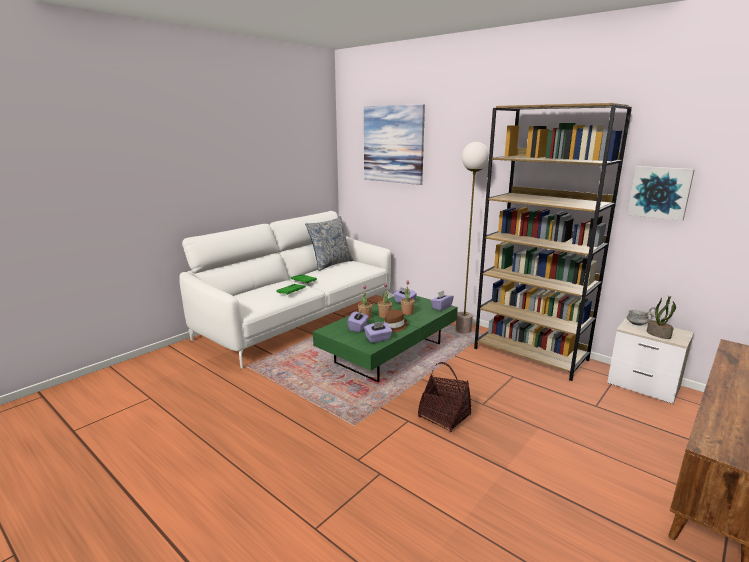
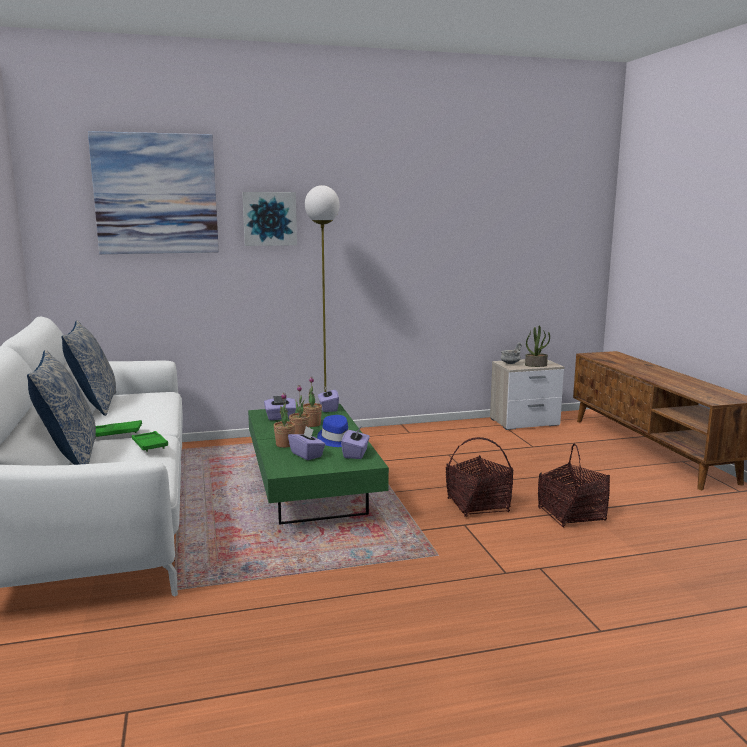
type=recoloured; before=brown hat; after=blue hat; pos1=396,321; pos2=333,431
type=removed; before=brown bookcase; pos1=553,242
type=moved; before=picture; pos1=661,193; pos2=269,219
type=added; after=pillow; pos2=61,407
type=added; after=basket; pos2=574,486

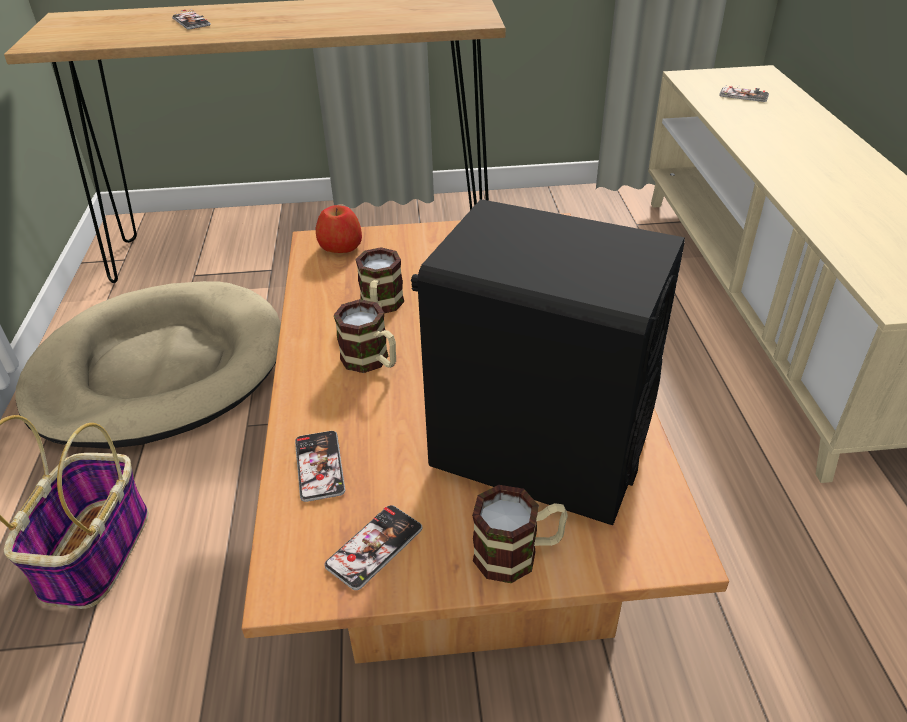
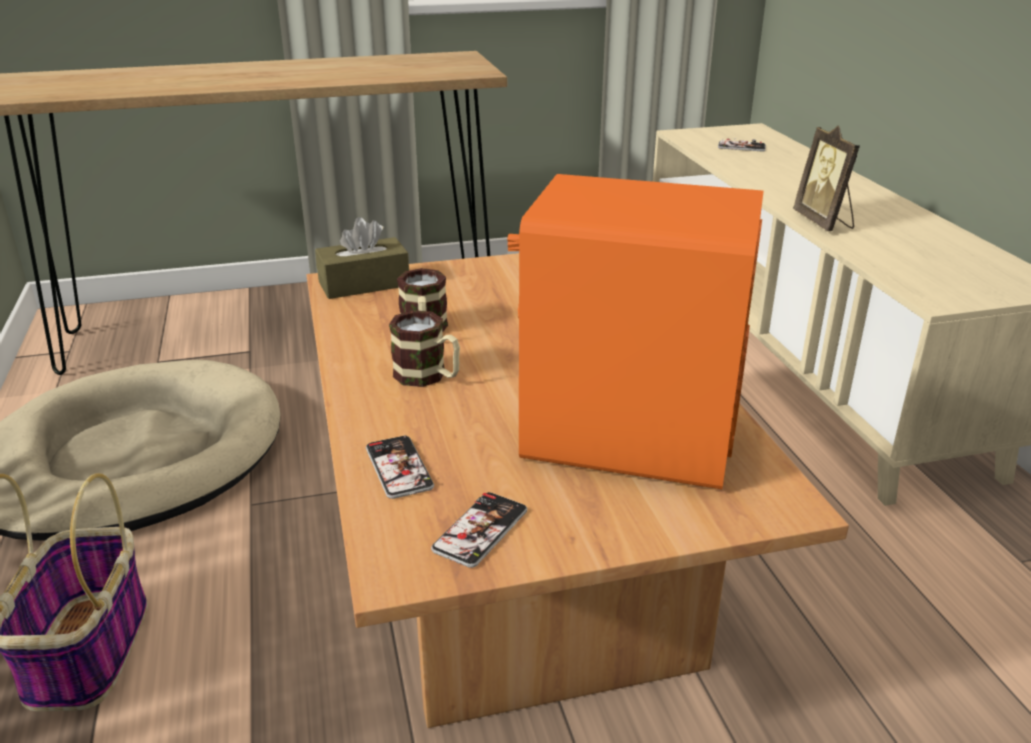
type=removed; before=phone; pos1=191,19
type=replaced; before=apple; after=brown tissue box; pos1=339,229; pos2=362,258
type=recoloured; before=black speaker; after=orange speaker; pos1=548,362; pos2=635,331
type=removed; before=mug; pos1=520,534
type=added; after=picture frame; pos2=826,178

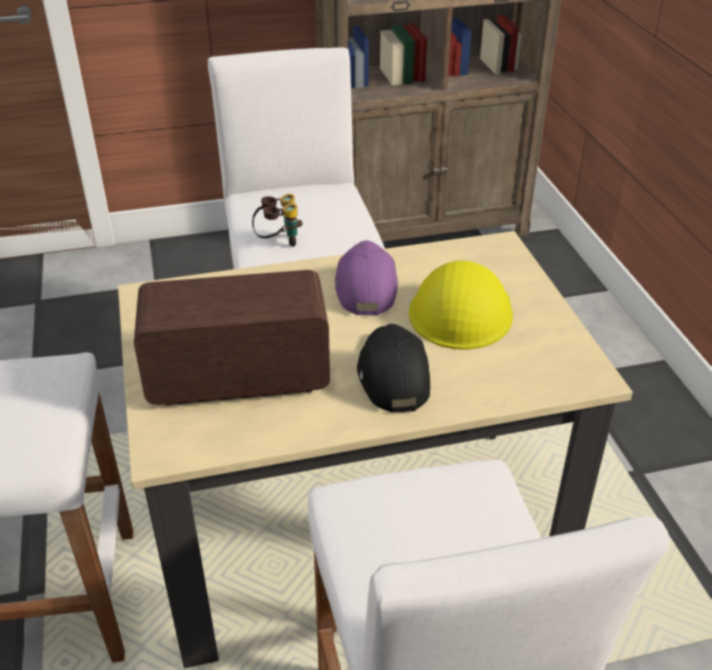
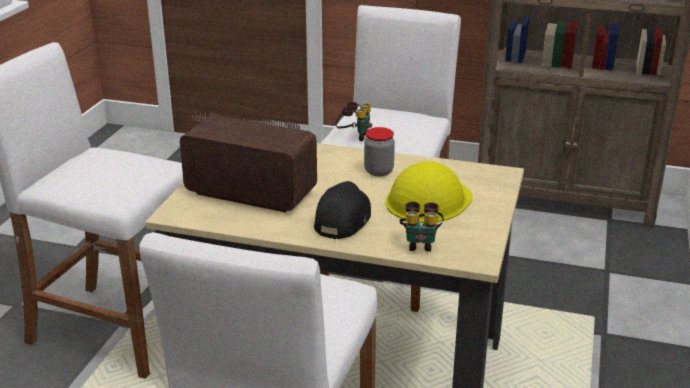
type=replaced; before=purple cap; after=jar; pos1=366,278; pos2=379,151
type=added; after=binoculars; pos2=422,227

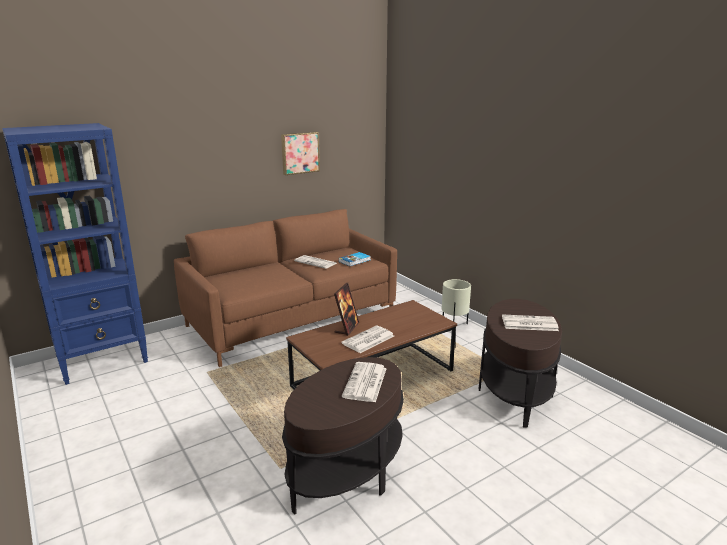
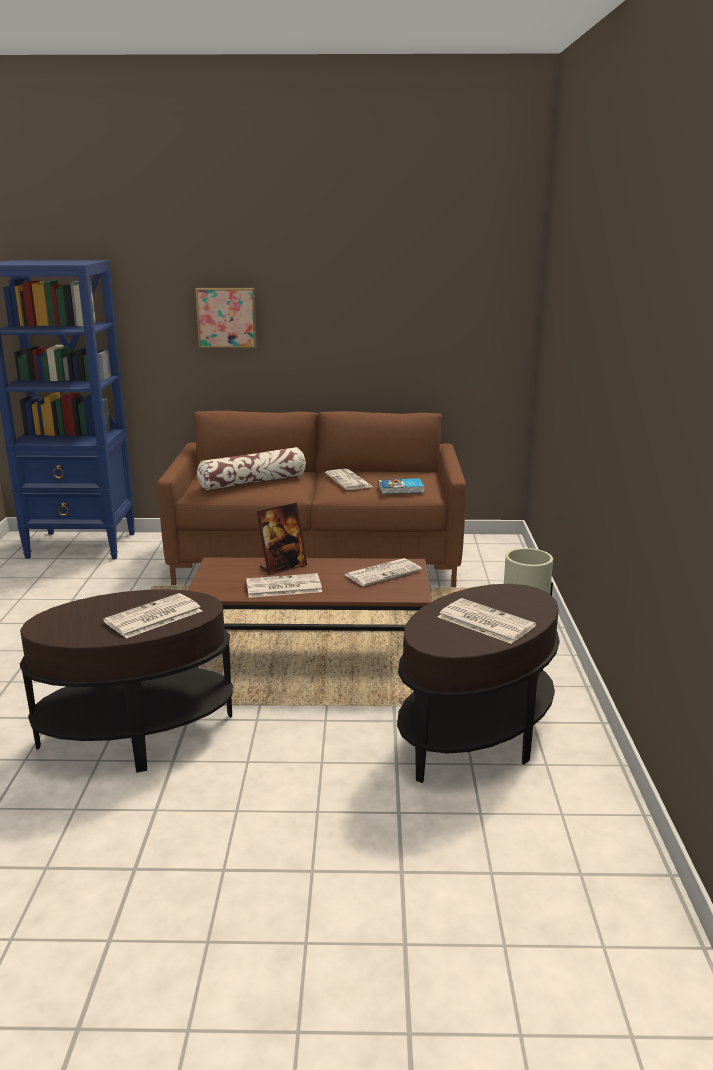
type=moved; before=picture; pos1=300,153; pos2=226,318
type=added; after=pillow; pos2=251,468
type=added; after=newspaper; pos2=383,572

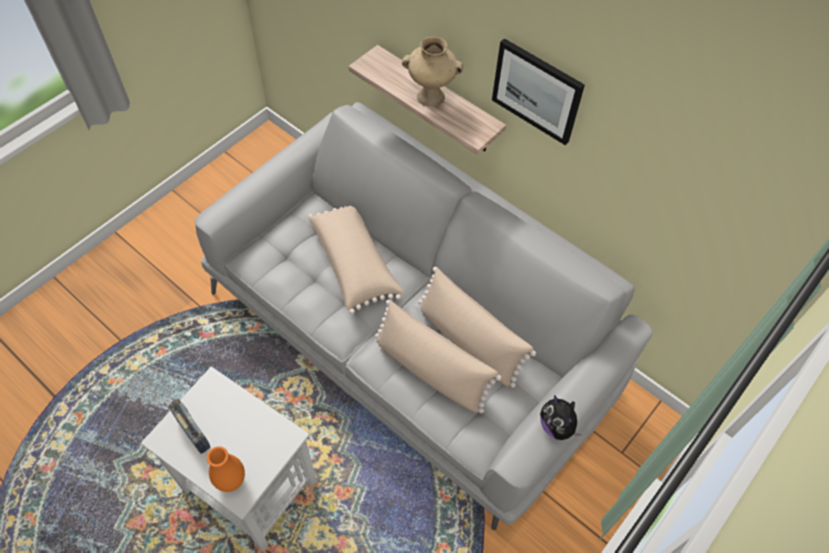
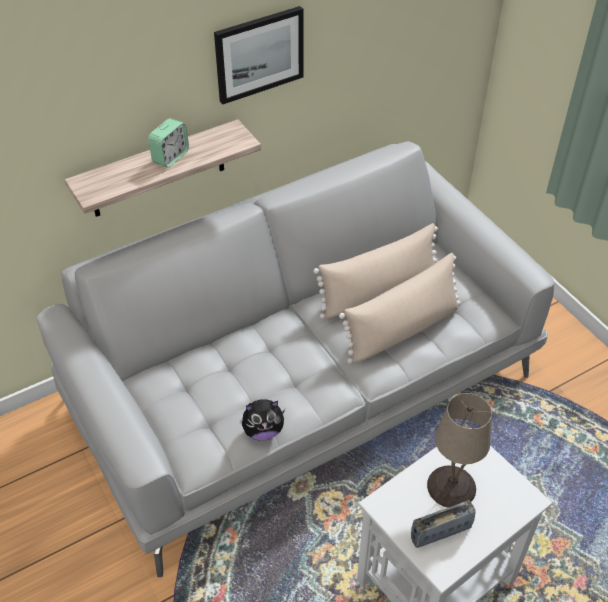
type=removed; before=orange vase; pos1=226,469
type=removed; before=beige pillow; pos1=356,260
type=replaced; before=beige vase; after=alarm clock; pos1=432,72; pos2=168,143
type=moved; before=plush toy; pos1=560,417; pos2=263,420
type=added; after=beige table lamp; pos2=459,450

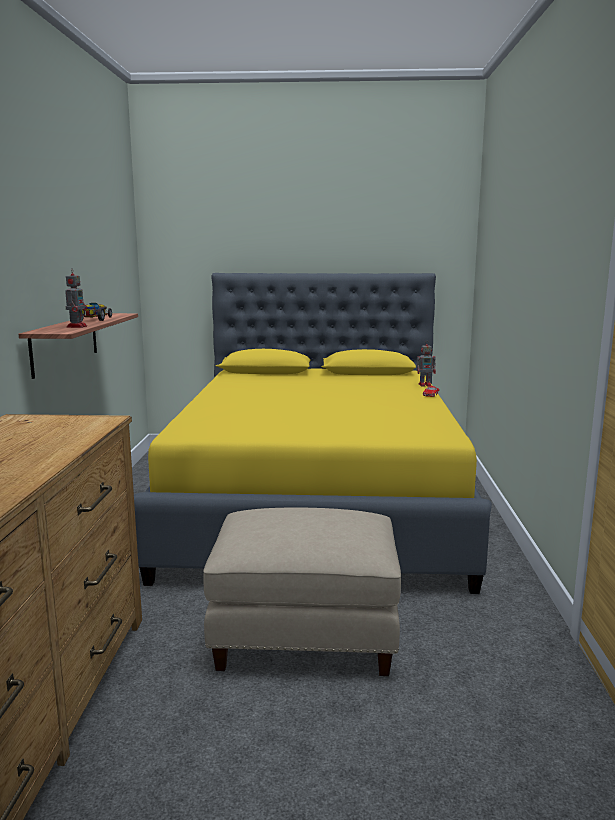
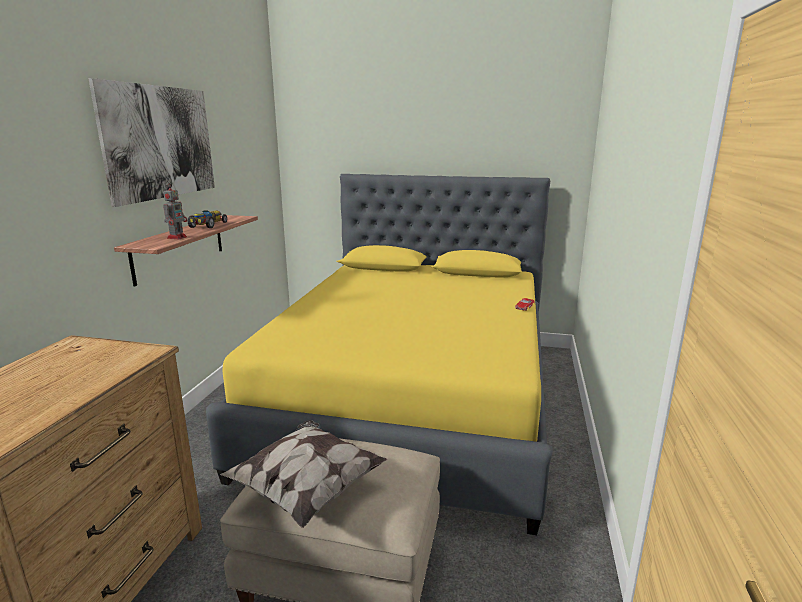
type=removed; before=toy robot; pos1=426,363
type=added; after=picture; pos2=152,142
type=added; after=pillow; pos2=303,474

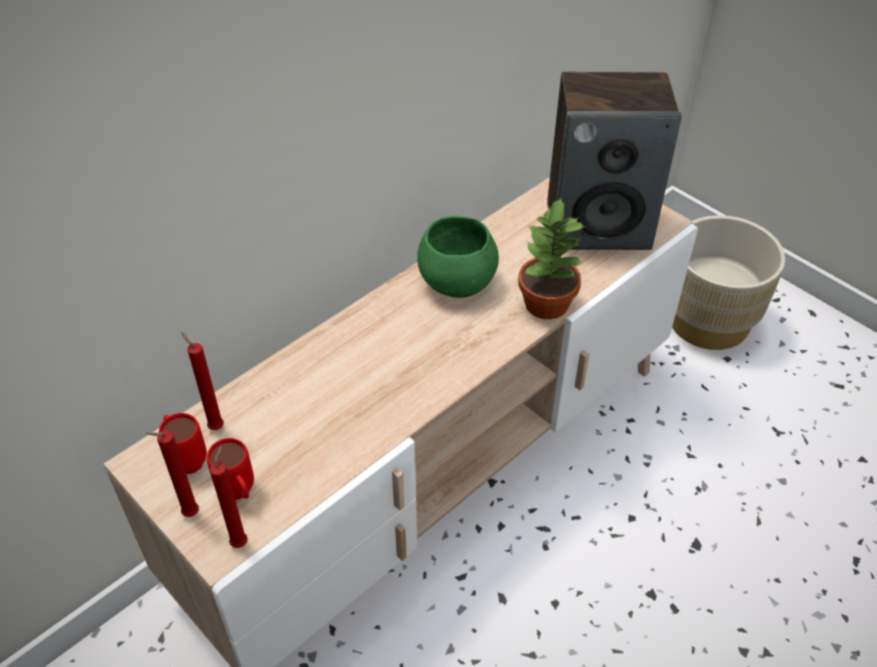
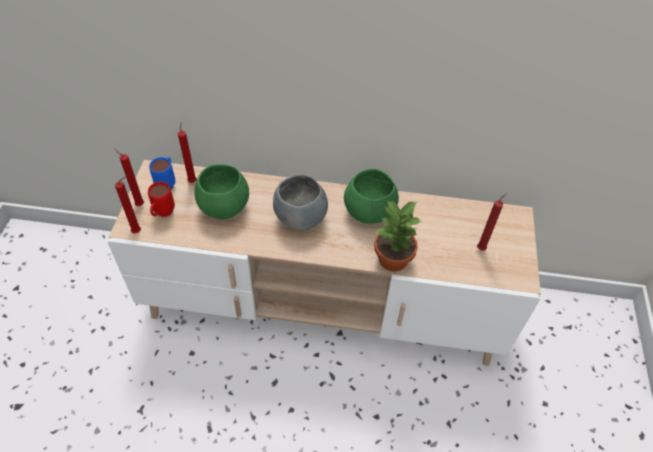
type=recoloured; before=red mug; after=blue mug; pos1=183,443; pos2=162,173
type=replaced; before=speaker; after=red candle; pos1=614,161; pos2=492,222
type=removed; before=beige planter; pos1=729,282
type=added; after=green bowl; pos2=222,191
type=added; after=grey bowl; pos2=300,202

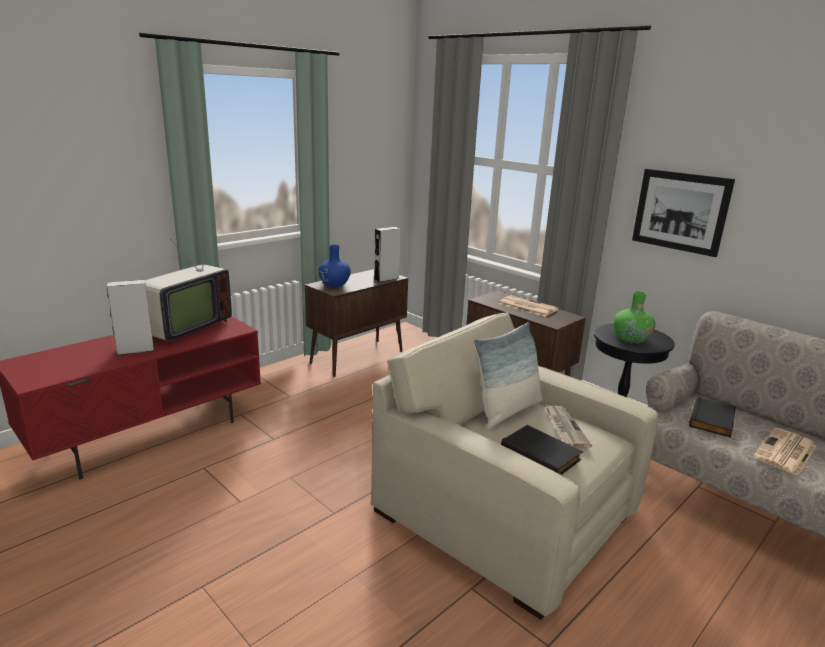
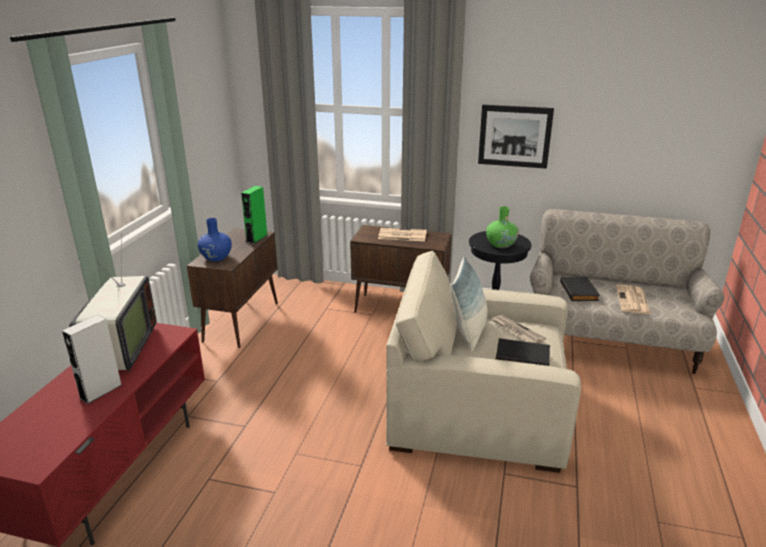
type=recoloured; before=grey speaker; after=green speaker; pos1=387,254; pos2=254,215

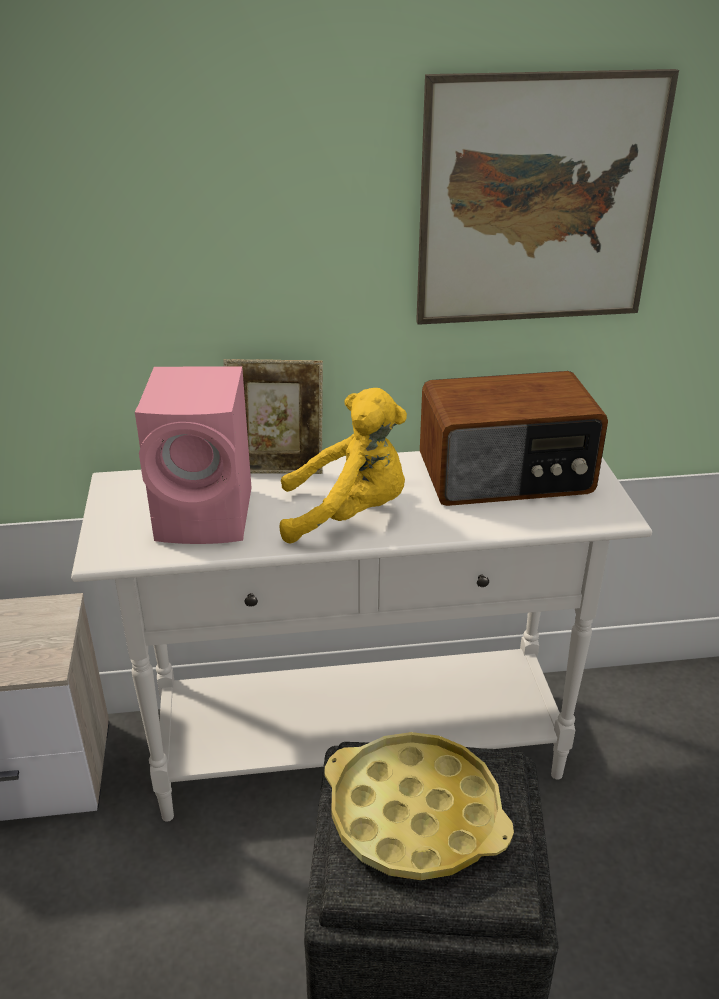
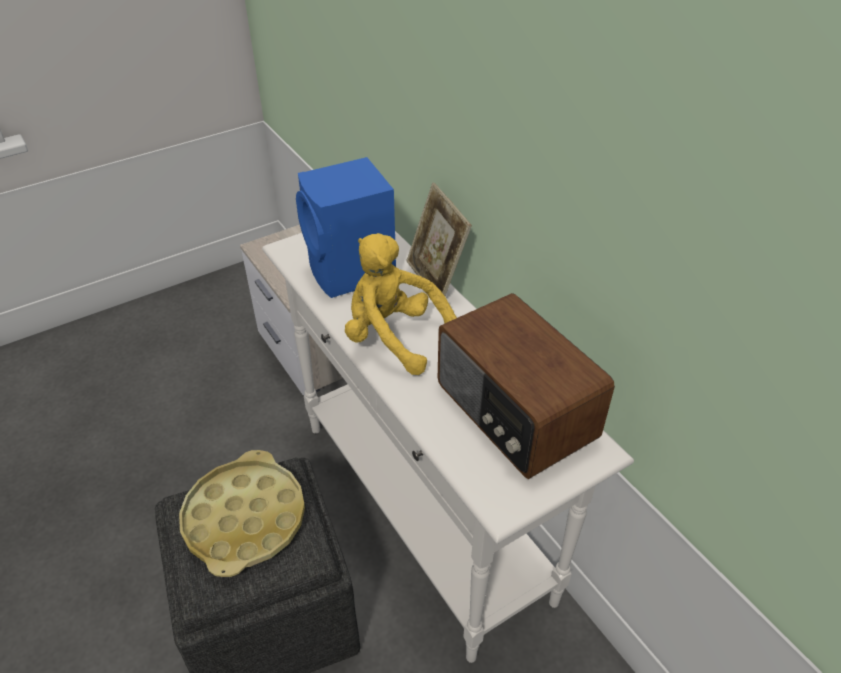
type=recoloured; before=pink speaker; after=blue speaker; pos1=193,455; pos2=346,227
type=turned; before=yellow plush toy; pos1=343,466; pos2=401,304; turn=150
type=removed; before=picture; pos1=547,197

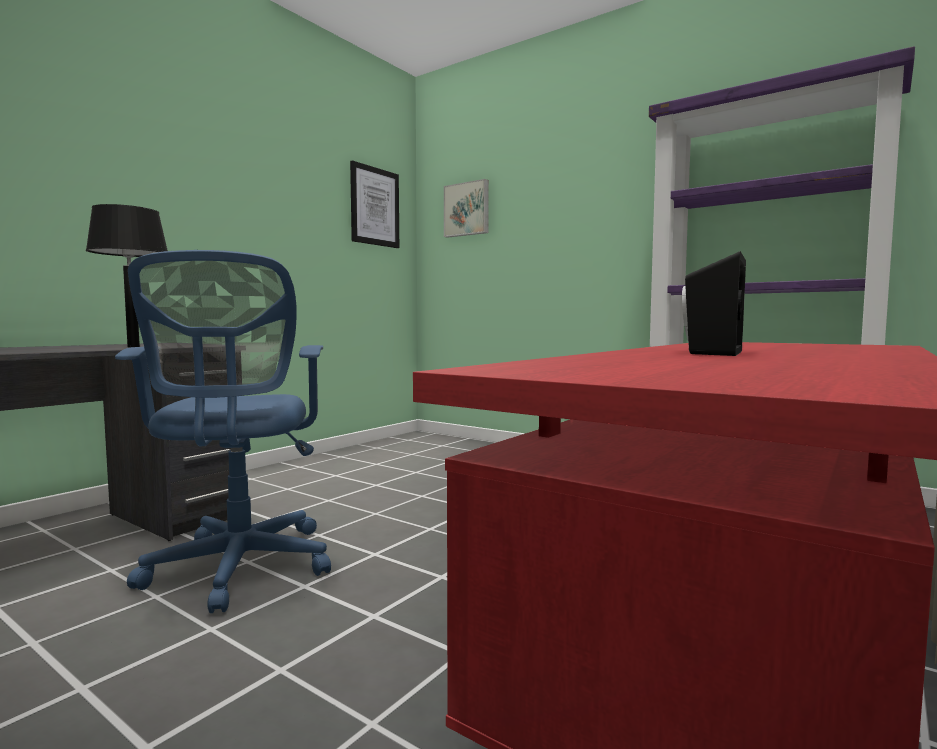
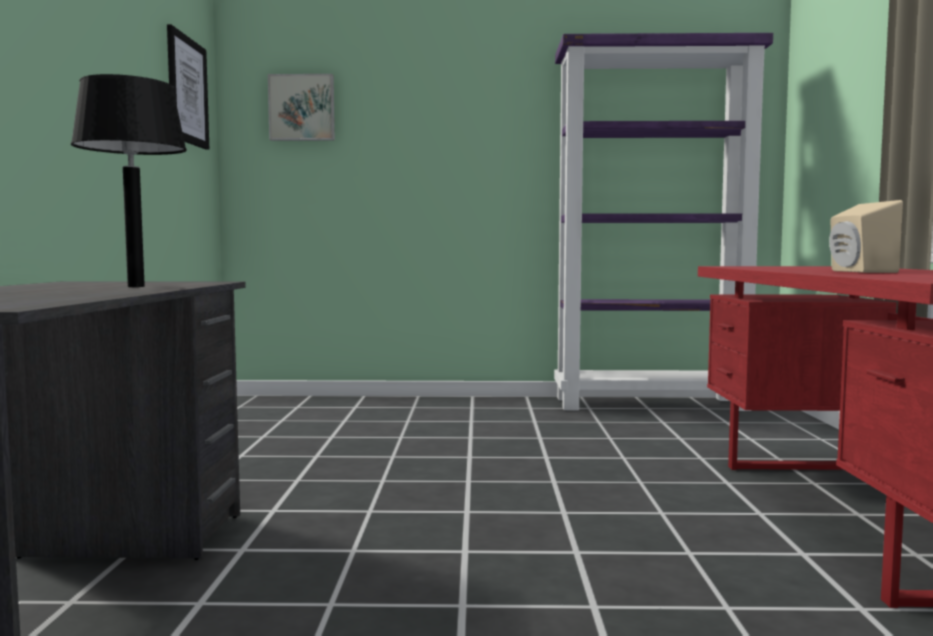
type=removed; before=blue office chair; pos1=223,431
type=recoloured; before=black speaker; after=beige speaker; pos1=714,303; pos2=866,236

